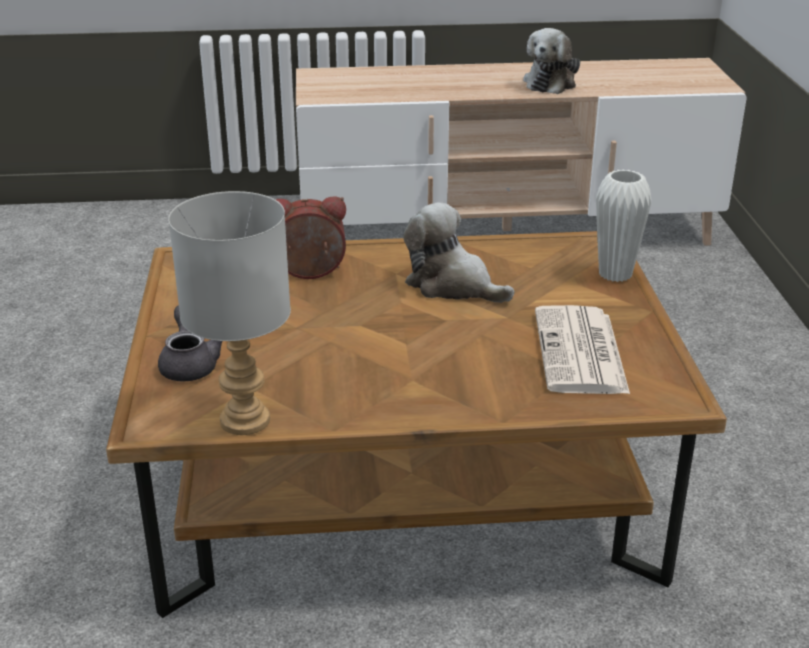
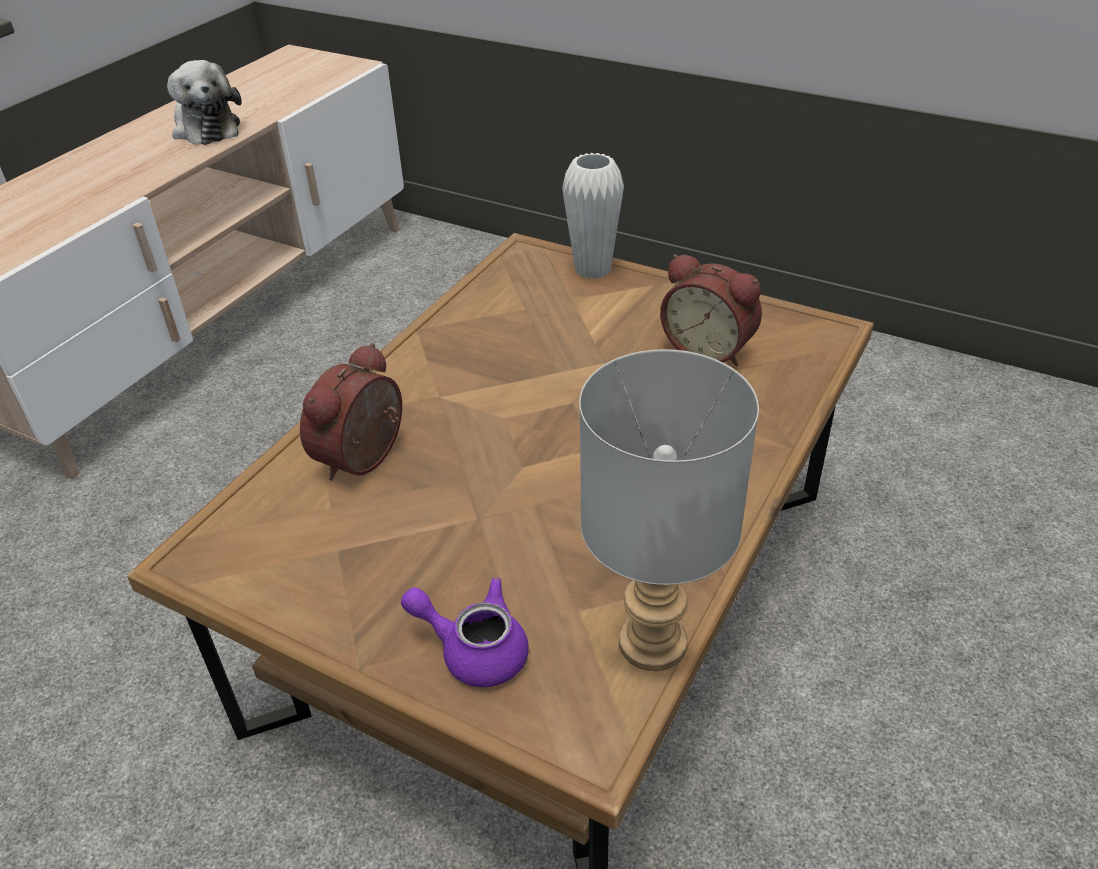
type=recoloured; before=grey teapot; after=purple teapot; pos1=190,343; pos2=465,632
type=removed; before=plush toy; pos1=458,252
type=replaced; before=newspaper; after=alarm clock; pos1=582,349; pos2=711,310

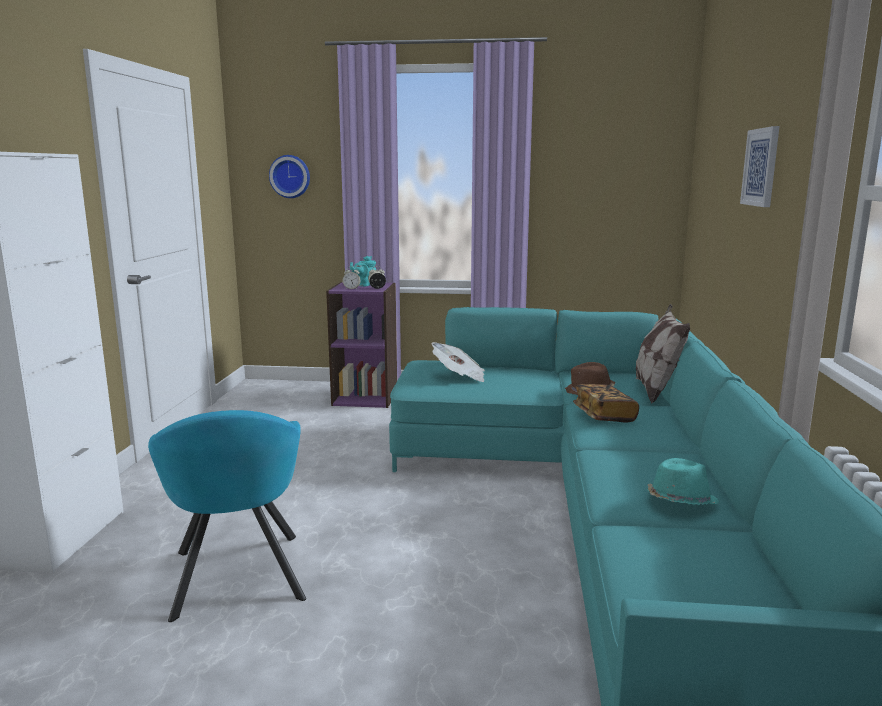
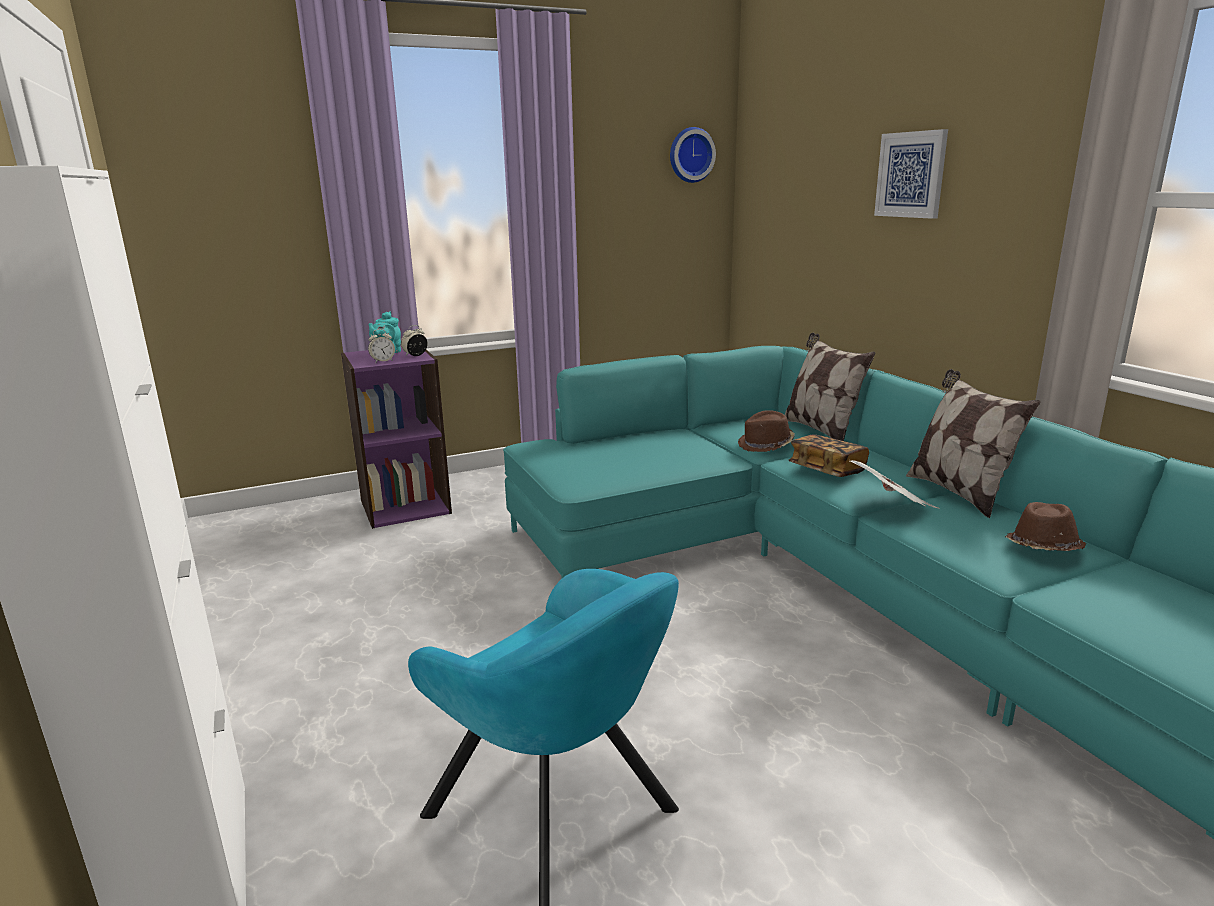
type=moved; before=wall clock; pos1=289,176; pos2=693,155
type=moved; before=newspaper; pos1=458,362; pos2=895,484
type=recoloured; before=turquoise hat; after=brown hat; pos1=683,481; pos2=1045,526
type=added; after=pillow; pos2=973,443

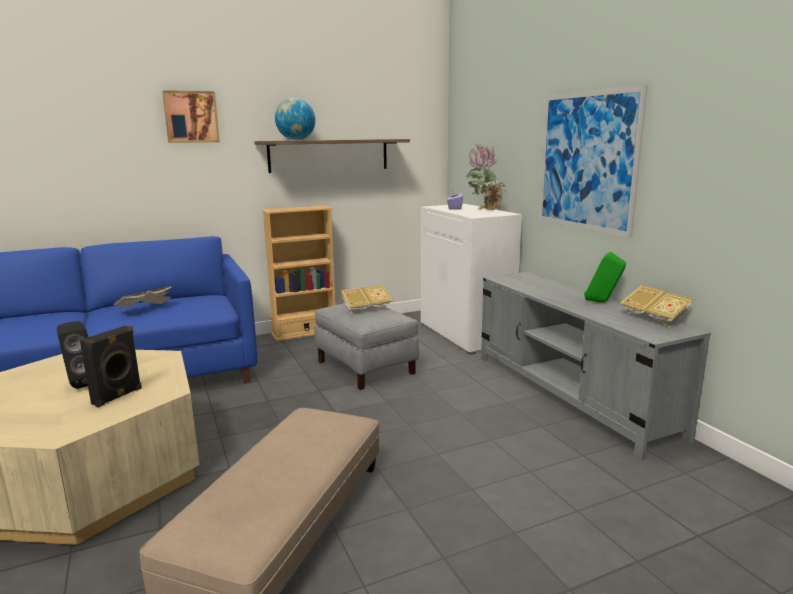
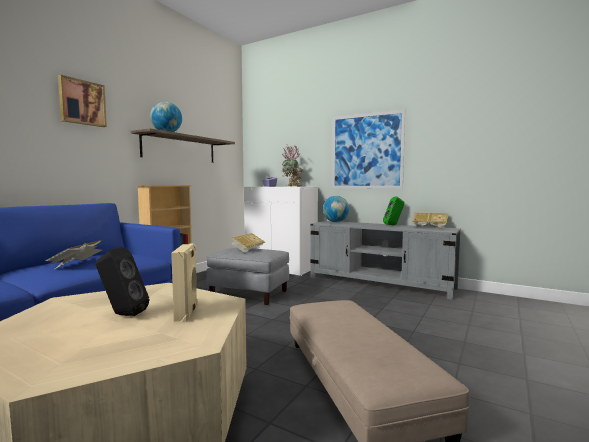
type=recoloured; before=black speaker; after=beige speaker; pos1=111,366; pos2=184,282
type=added; after=globe; pos2=336,209

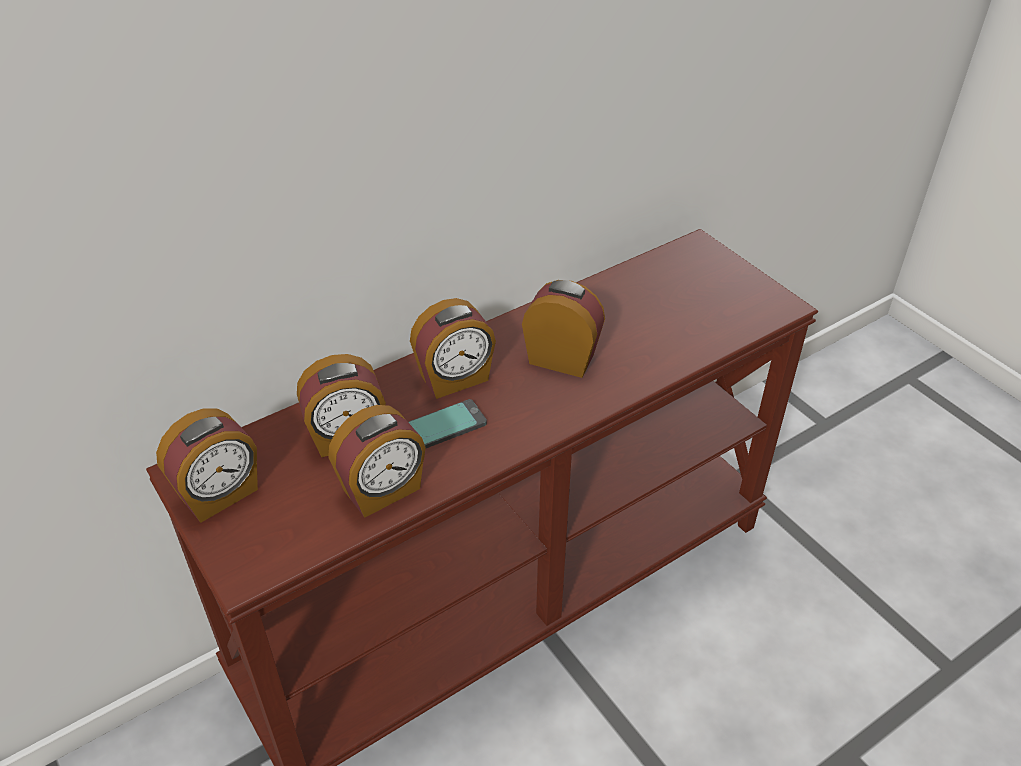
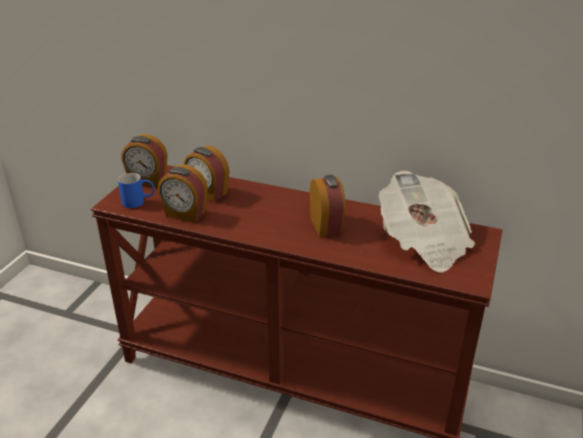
type=removed; before=phone; pos1=447,423
type=removed; before=alarm clock; pos1=453,348
type=added; after=blue mug; pos2=136,190
type=added; after=newspaper; pos2=426,222

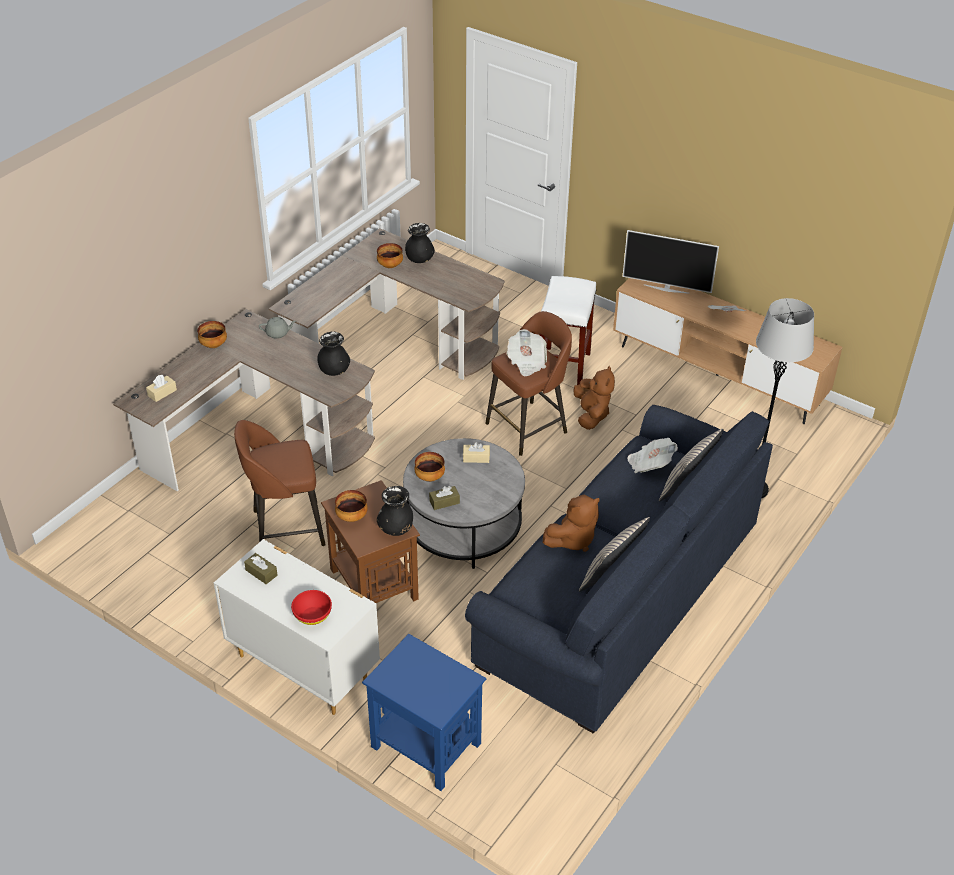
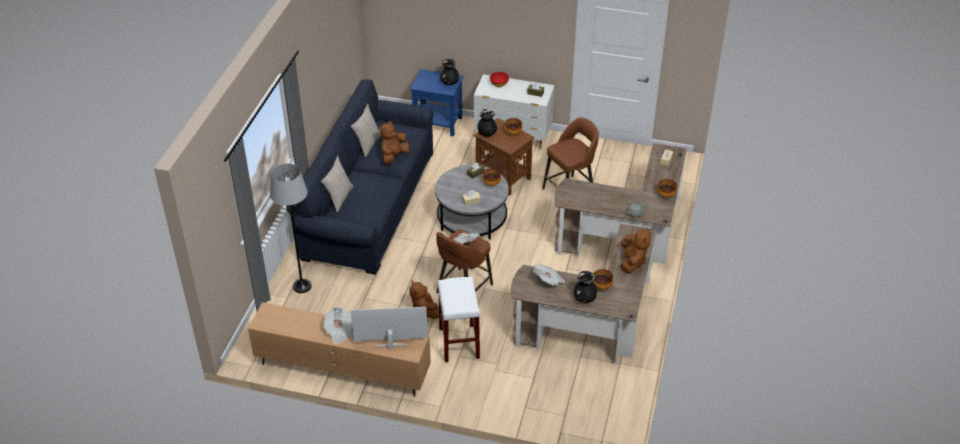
type=moved; before=black vase; pos1=333,353; pos2=449,72
type=moved; before=newspaper; pos1=652,455; pos2=549,275
type=added; after=brown plush toy; pos2=635,250

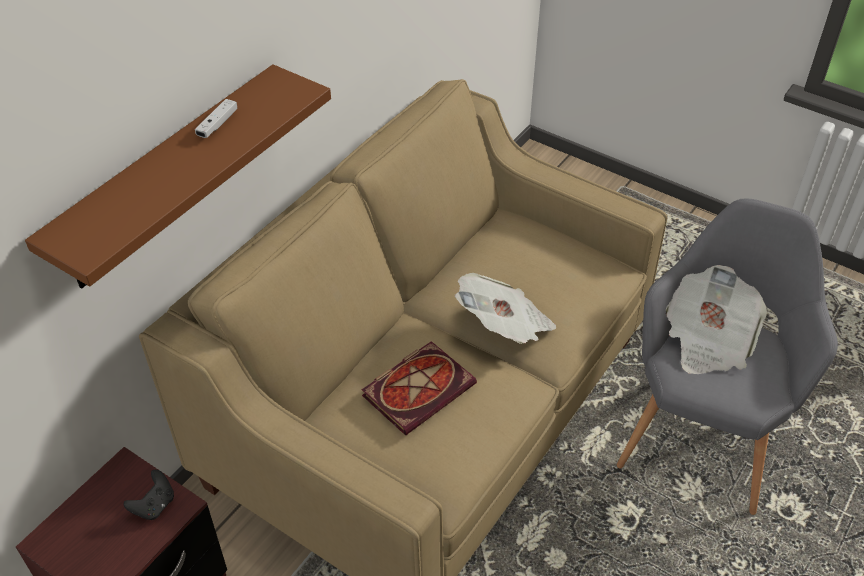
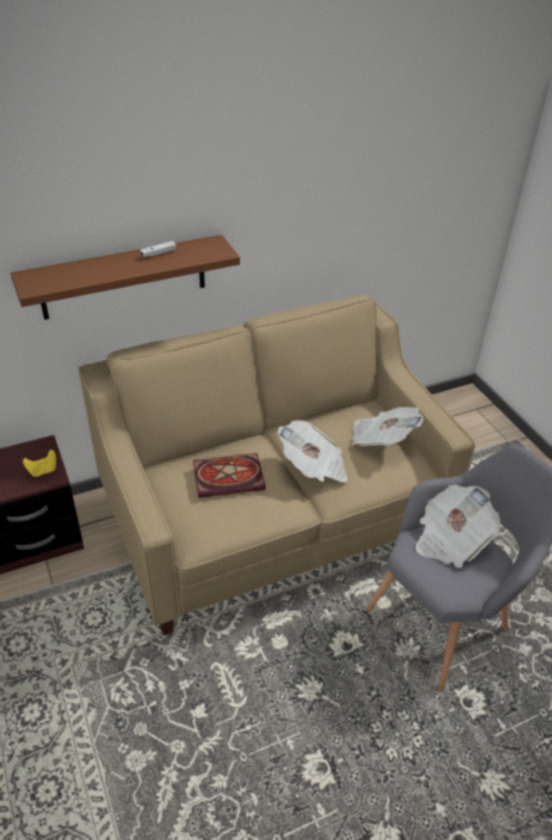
type=recoloured; before=black game controller; after=yellow game controller; pos1=148,494; pos2=39,463
type=added; after=newspaper; pos2=387,426

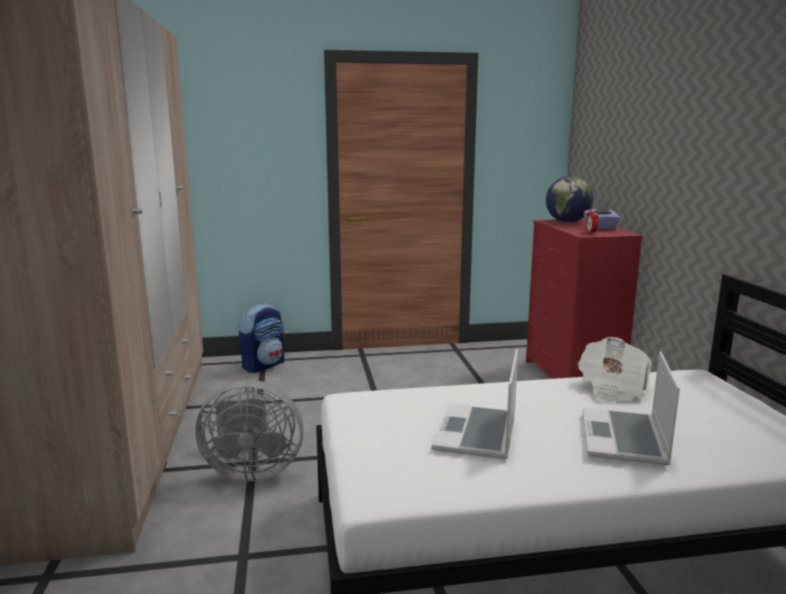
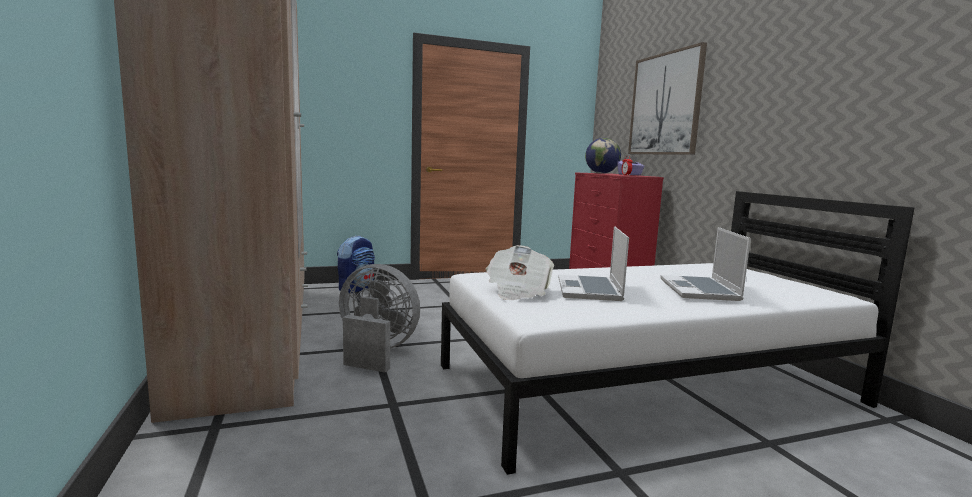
type=turned; before=grey fan; pos1=250,431; pos2=379,318; turn=-150
type=moved; before=newspaper; pos1=614,369; pos2=520,272
type=added; after=picture; pos2=667,98

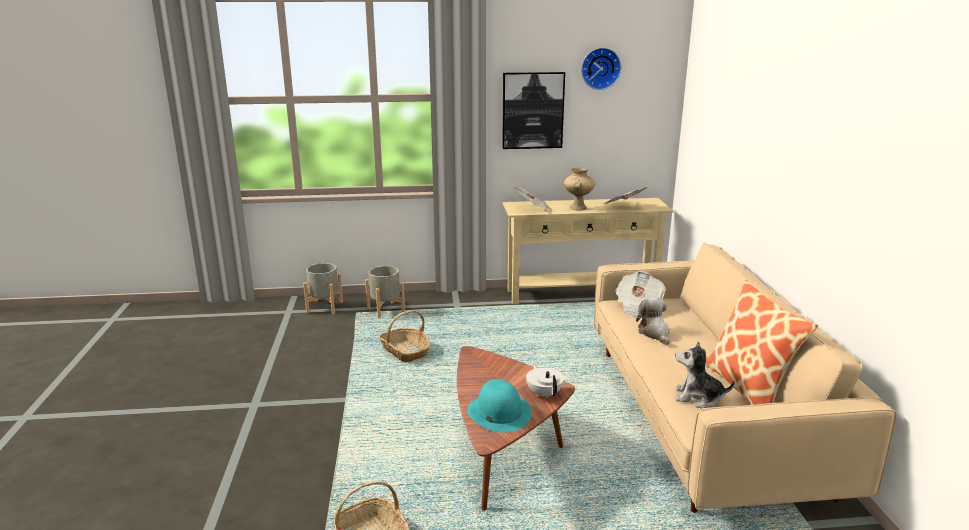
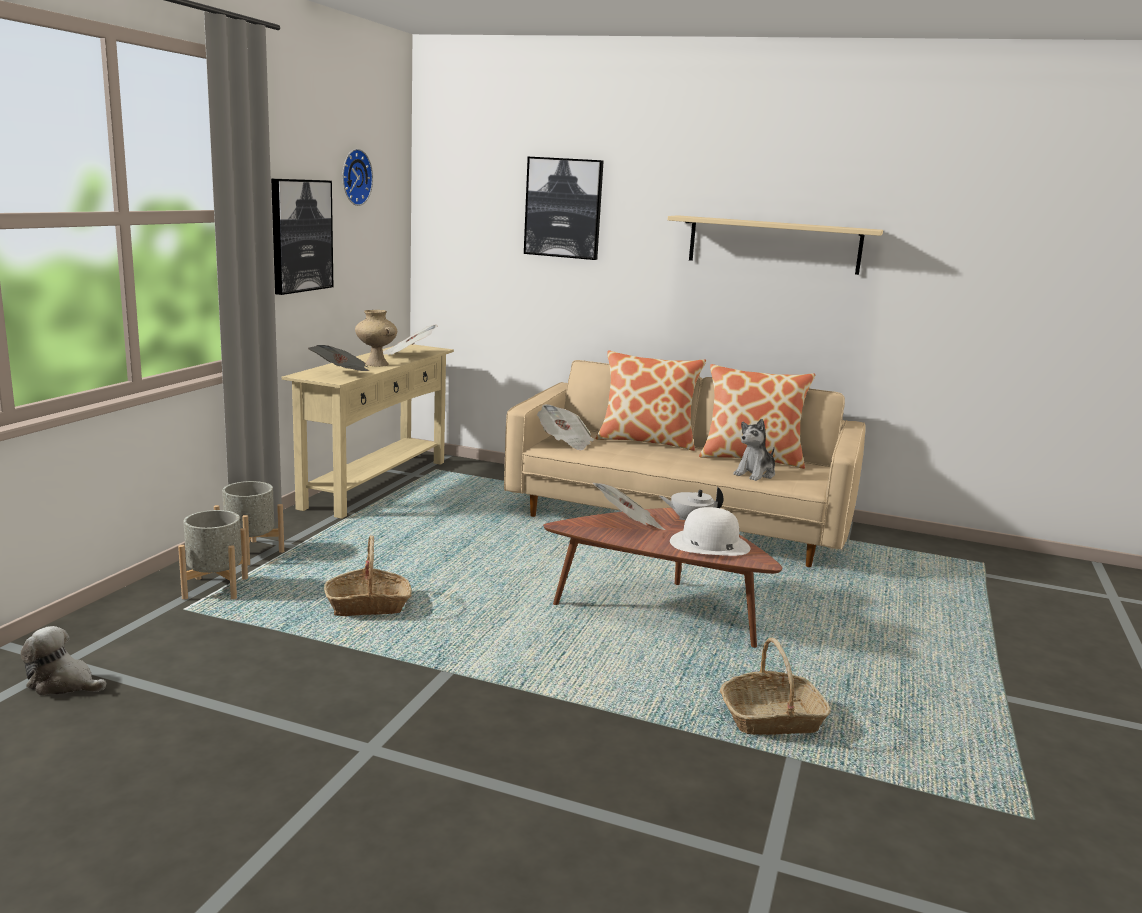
type=moved; before=grey planter; pos1=323,288; pos2=249,523
type=recoloured; before=turquoise hat; after=white hat; pos1=499,405; pos2=710,531
type=moved; before=plush toy; pos1=653,321; pos2=63,660
type=added; after=picture; pos2=564,208
type=added; after=newspaper; pos2=629,506
type=added; after=pillow; pos2=651,401
type=added; after=beige shelf; pos2=775,245

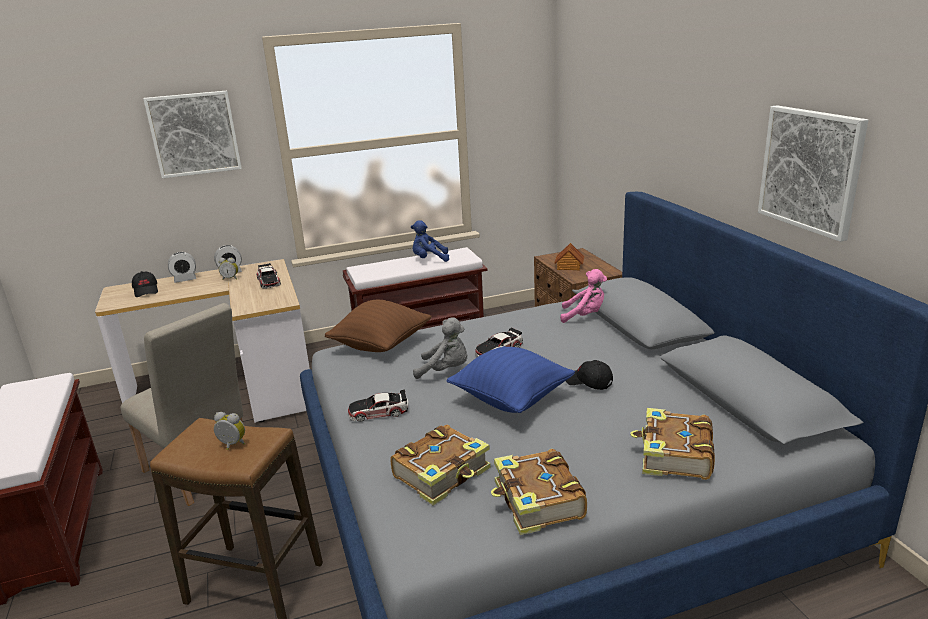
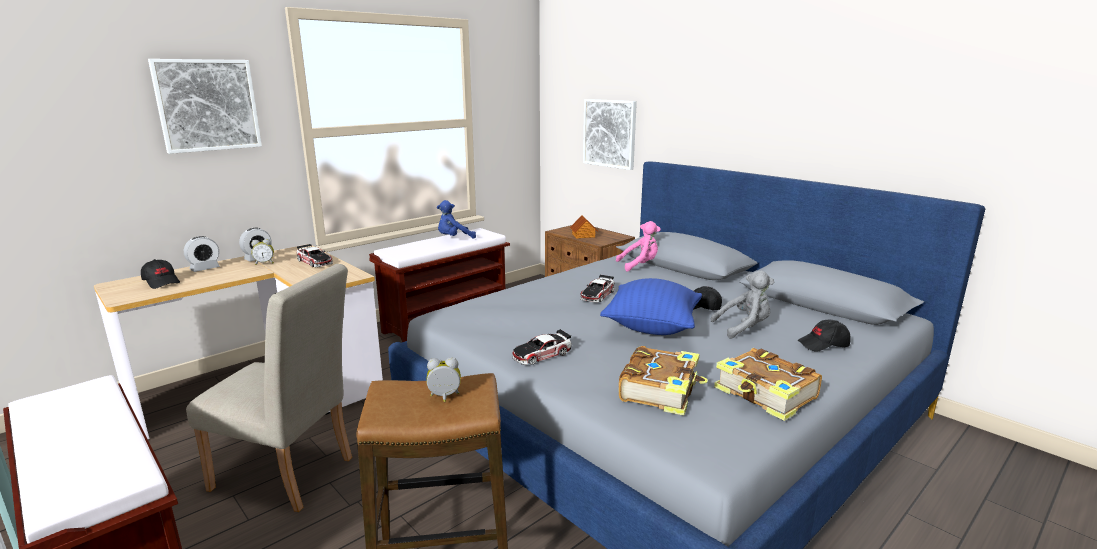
type=removed; before=brown pillow; pos1=378,326
type=moved; before=grey plush toy; pos1=440,348; pos2=742,305
type=replaced; before=book; after=black cap; pos1=672,444; pos2=824,336
type=moved; before=picture; pos1=813,173; pos2=610,134

